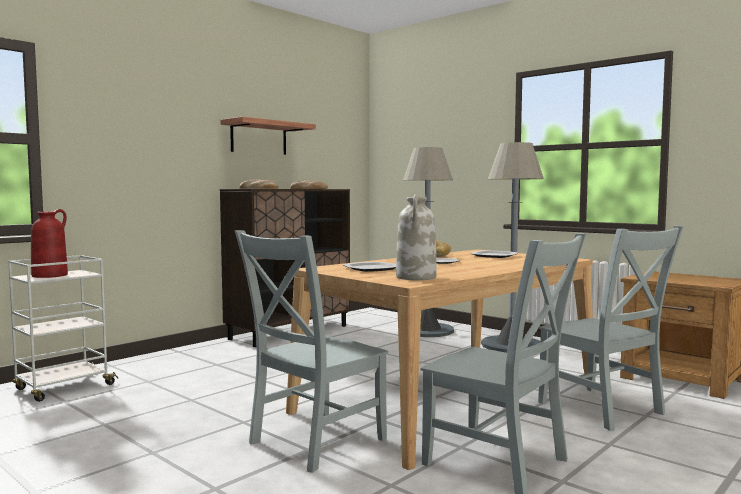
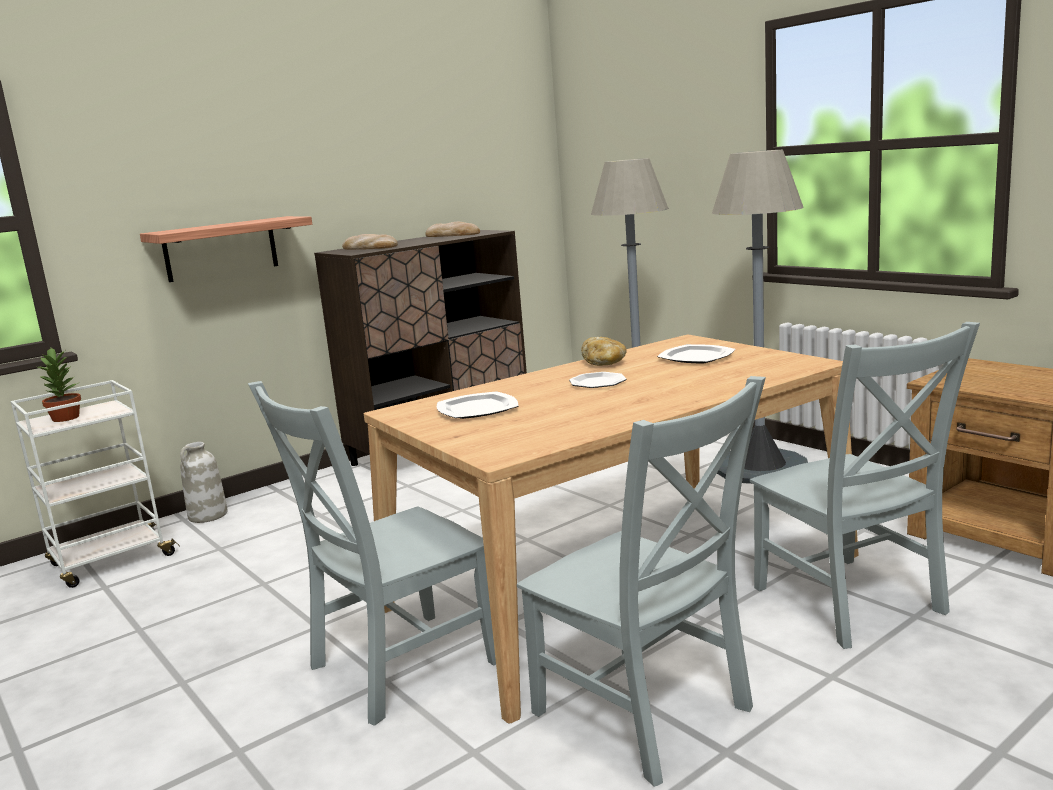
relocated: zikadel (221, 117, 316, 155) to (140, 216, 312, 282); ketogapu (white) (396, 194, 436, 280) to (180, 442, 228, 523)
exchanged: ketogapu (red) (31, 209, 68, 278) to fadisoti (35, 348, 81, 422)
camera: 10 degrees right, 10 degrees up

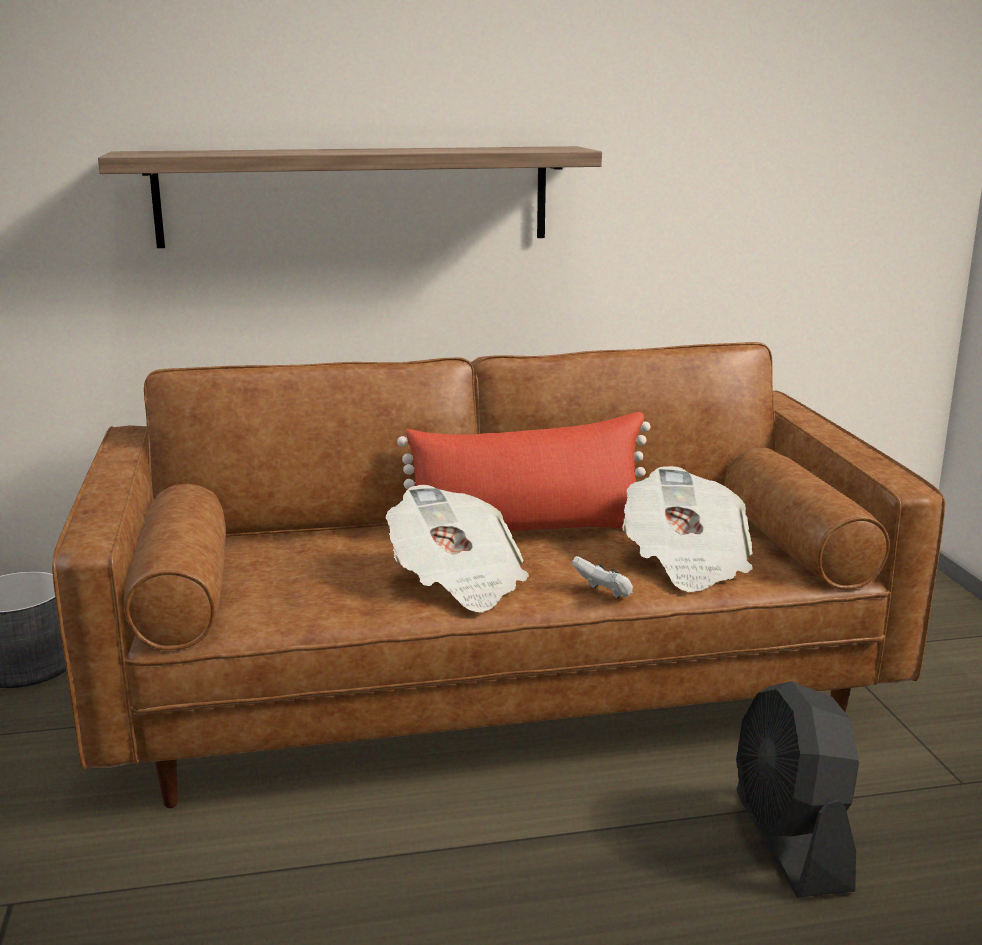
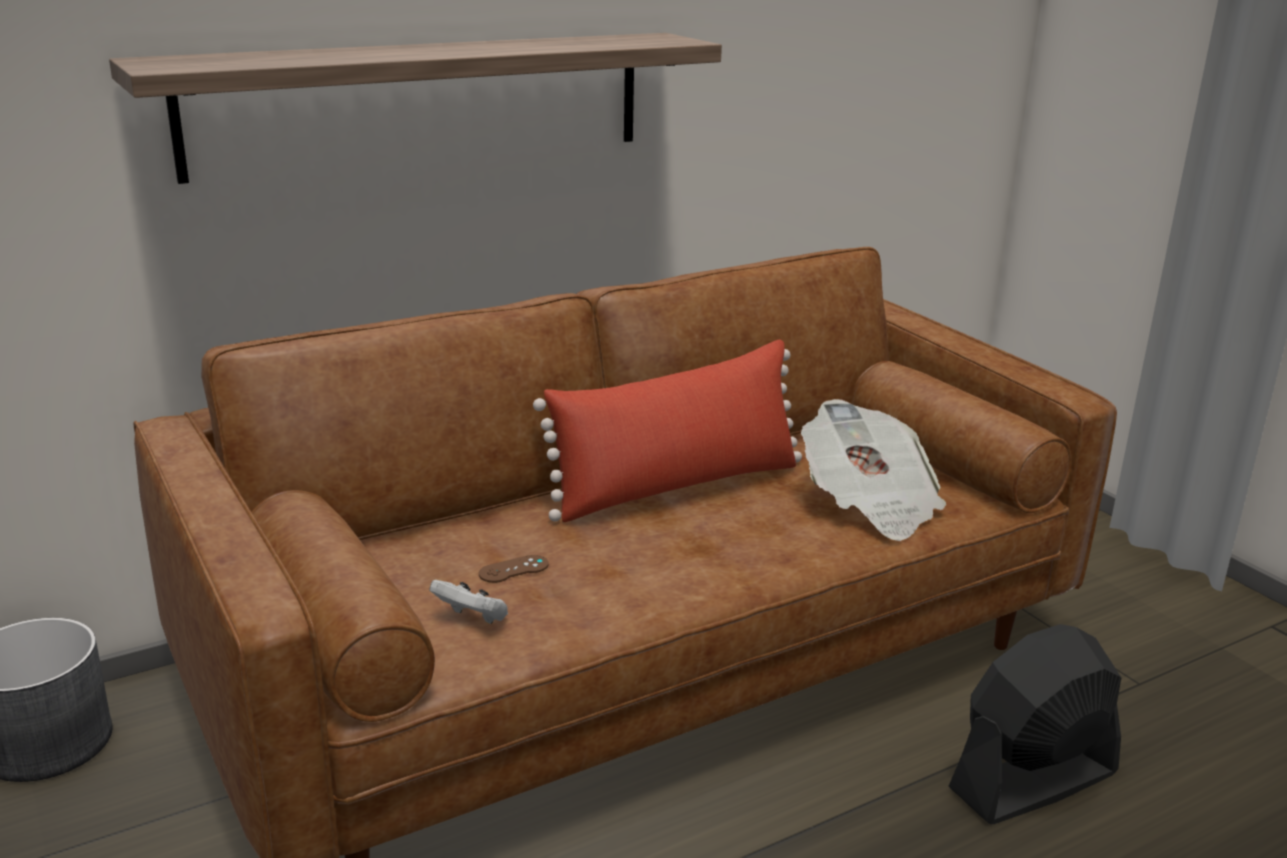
missing: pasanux (386, 485, 529, 613)
appeared: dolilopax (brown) (479, 555, 549, 583)
relocated: dolilopax (white) (572, 556, 633, 598) to (429, 580, 508, 624)
spun: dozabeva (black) (736, 681, 859, 897) = (948, 624, 1121, 824) 90 degrees clockwise
camera: 20 degrees left, 5 degrees up

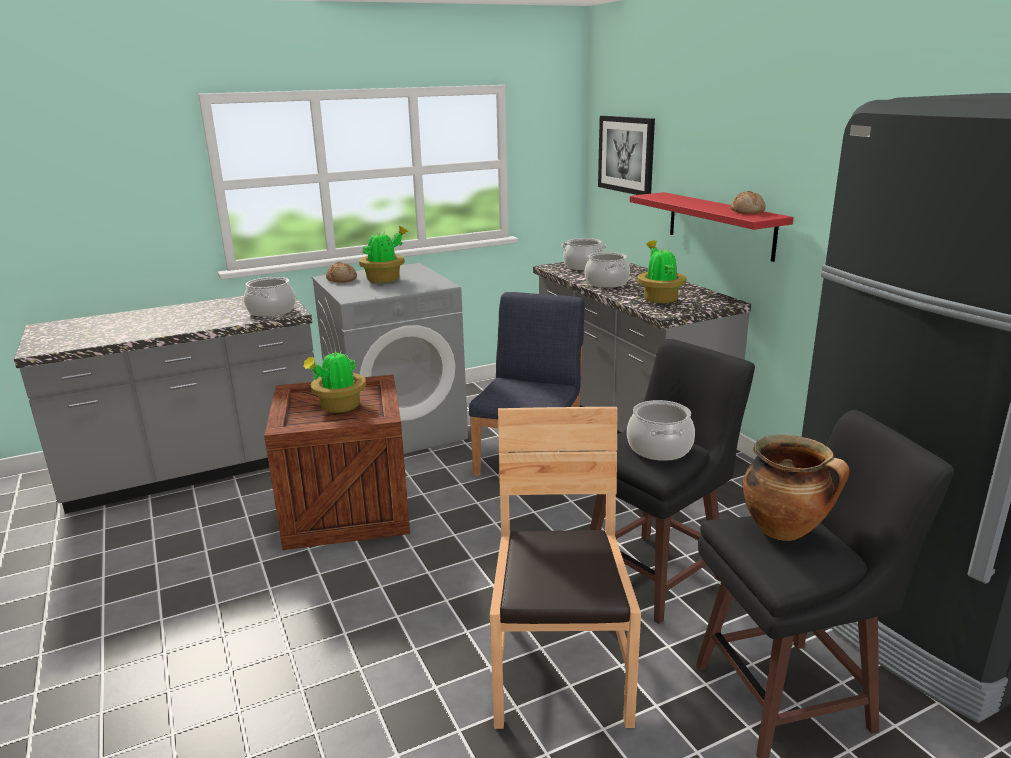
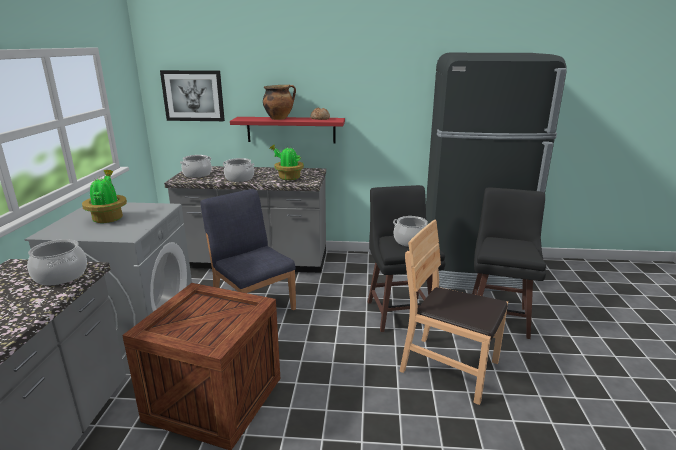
missing: fadisoti (303, 350, 366, 413); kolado (326, 262, 357, 283)
relocated: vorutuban (742, 435, 849, 541) to (263, 85, 296, 120)
camera: 60 degrees left, 0 degrees up

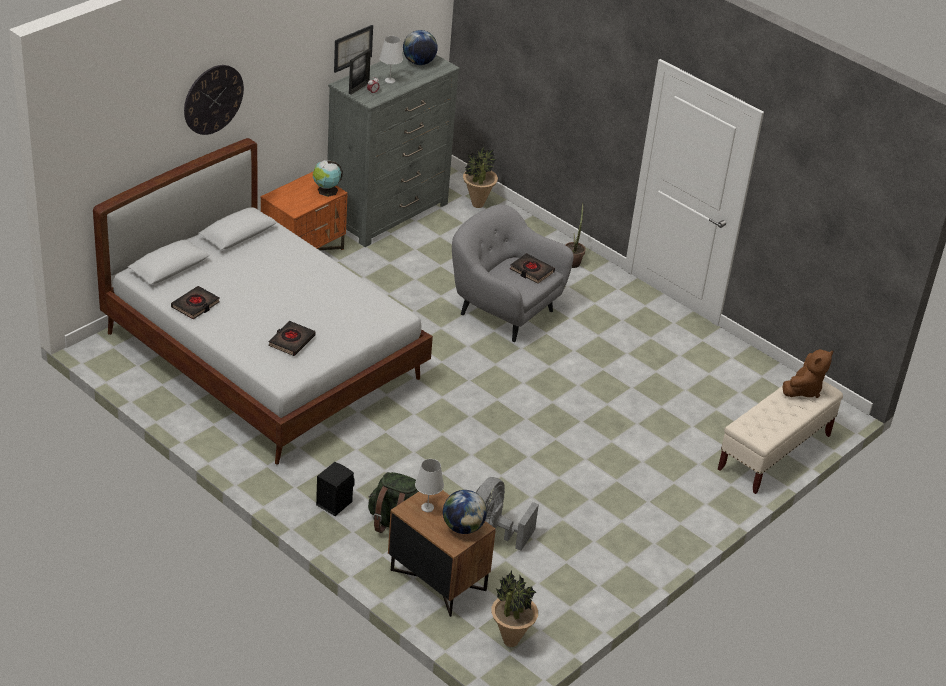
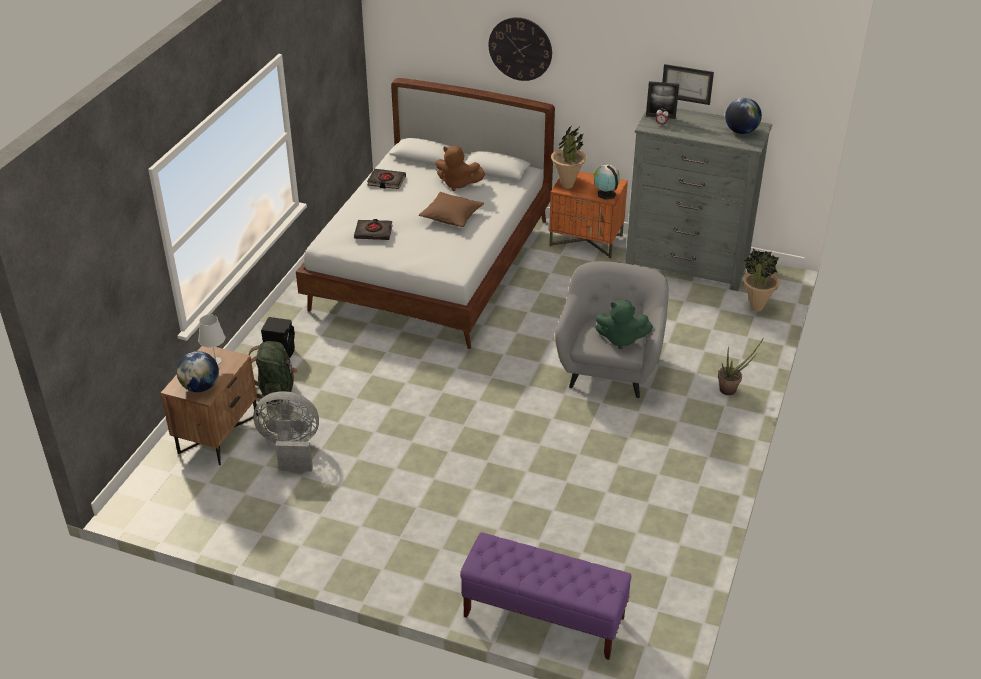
missing: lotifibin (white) (380, 36, 403, 84)
appeared: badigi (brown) (419, 192, 484, 227)
relocated: fadisoti (491, 570, 538, 647) to (551, 127, 586, 189); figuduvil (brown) (782, 349, 833, 398) to (435, 146, 485, 191)
exchanged: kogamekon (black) (510, 253, 555, 284) to figuduvil (green) (595, 300, 653, 349)
colour: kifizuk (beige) (718, 381, 843, 494) to kifizuk (purple) (460, 532, 631, 660)
camera: 70 degrees right, 0 degrees up

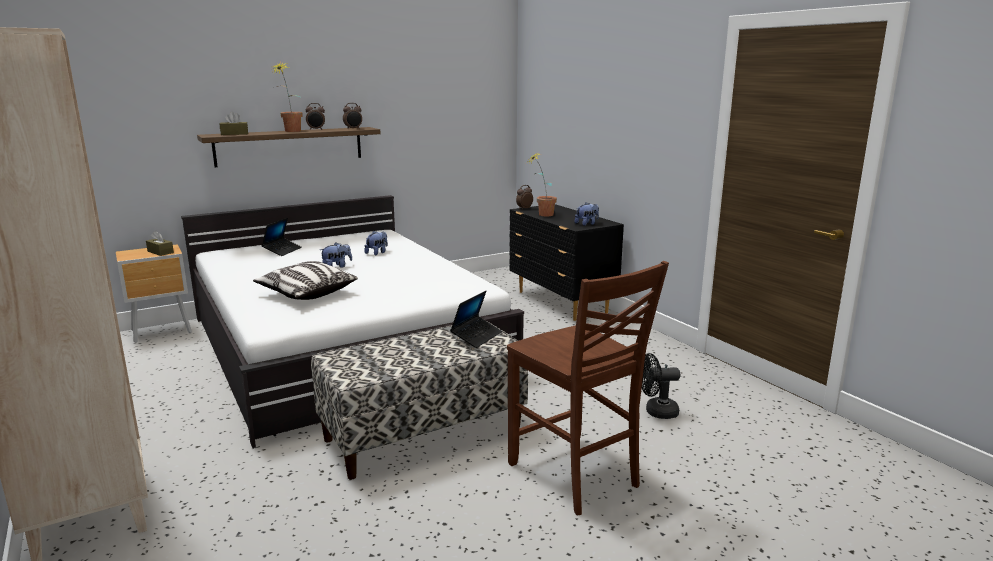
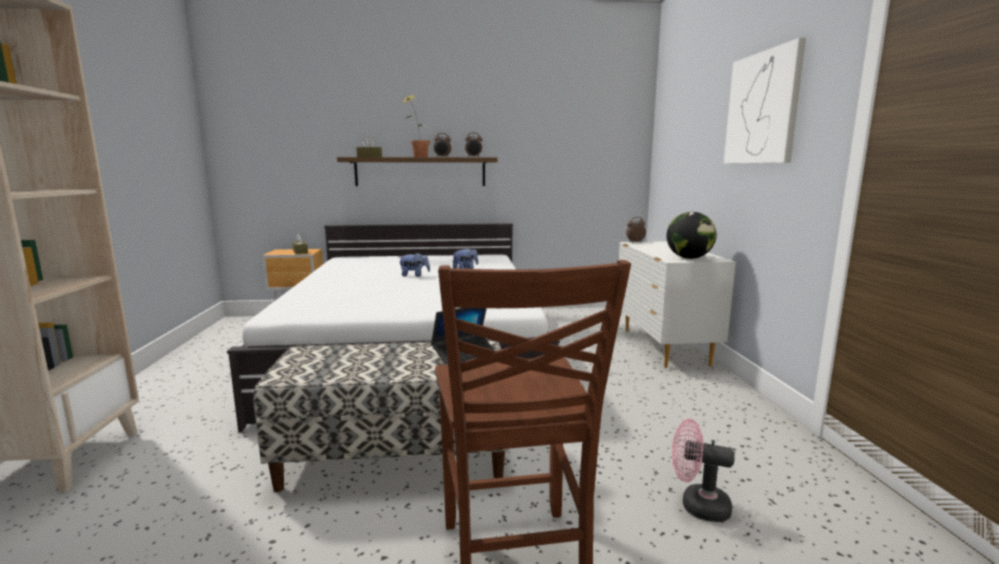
missing: badigi (253, 261, 358, 300); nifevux (262, 218, 302, 256); fadisoti (528, 151, 557, 216)
appeared: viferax (724, 38, 806, 164)
exchanged: figuduvil (575, 202, 599, 226) to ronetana (667, 212, 717, 259)
colour: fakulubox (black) (509, 204, 624, 321) to fakulubox (white) (619, 241, 736, 368); dozabeva (black) (642, 353, 680, 419) to dozabeva (pink) (672, 419, 735, 522)
camera: 25 degrees right, 5 degrees down

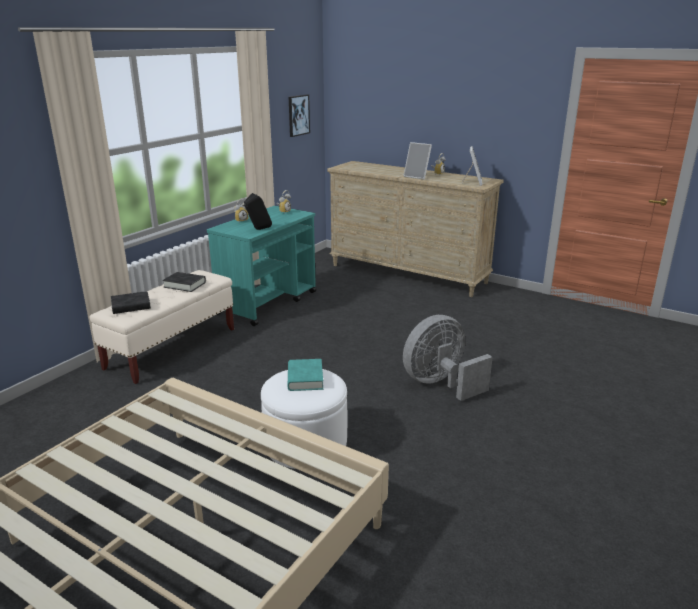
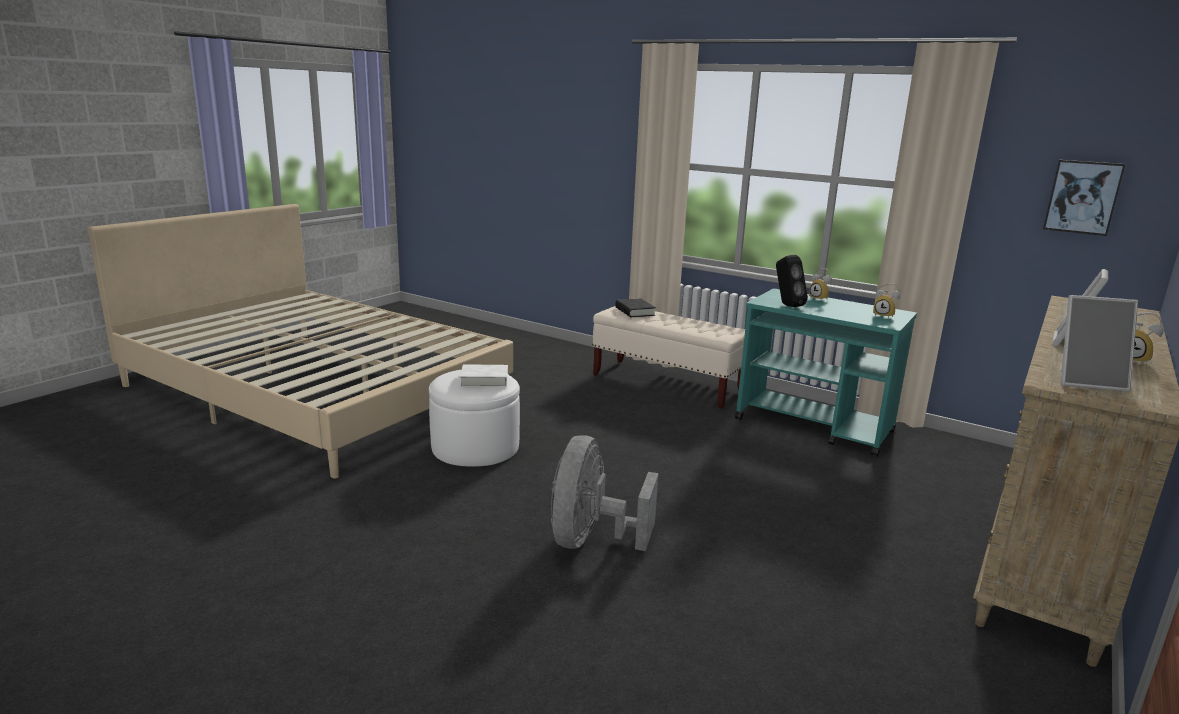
missing: kogamekon (black) (163, 272, 206, 292)
colour: kogamekon (turquoise) (288, 359, 323, 391) to kogamekon (white) (460, 364, 508, 387)
spun: dozabeva (grey) (403, 315, 493, 401) = (551, 435, 659, 551) 135 degrees counterclockwise
camera: 90 degrees right, 5 degrees down

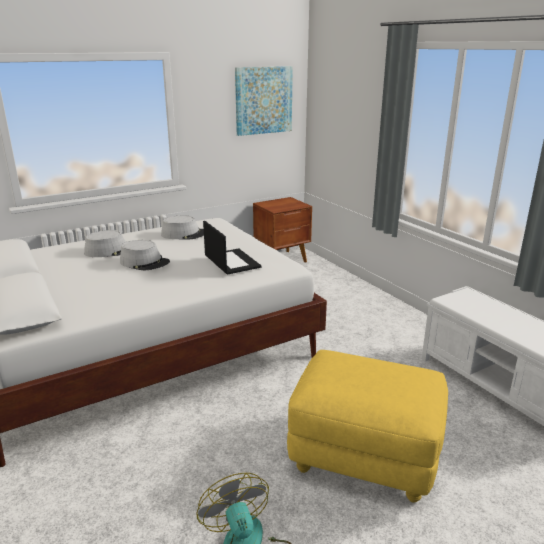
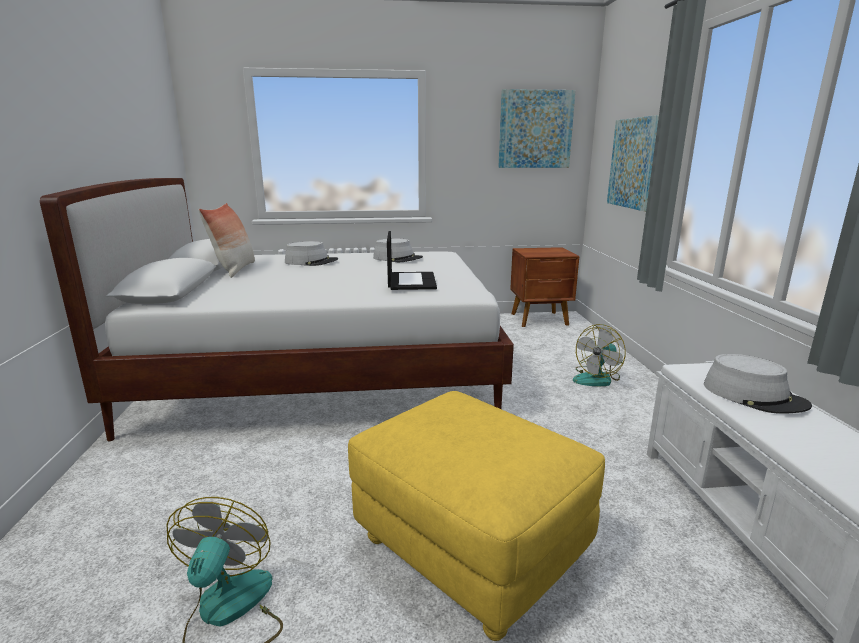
appeared: badigi (199, 203, 255, 278); dozabeva (573, 324, 626, 386); viferax (607, 115, 659, 212)
relocated: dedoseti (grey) (120, 240, 170, 271) to (704, 354, 812, 414)
camera: 25 degrees right, 5 degrees down

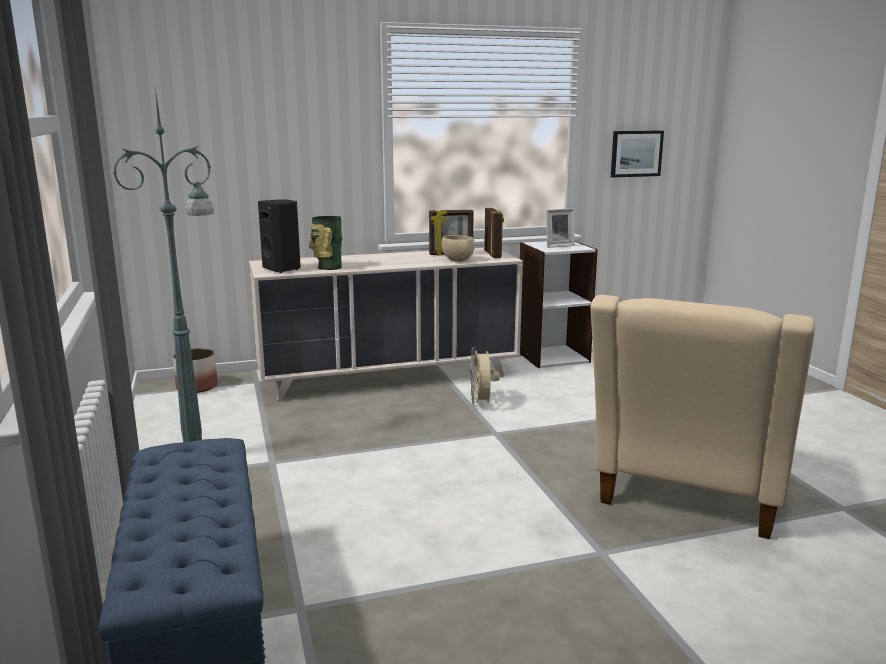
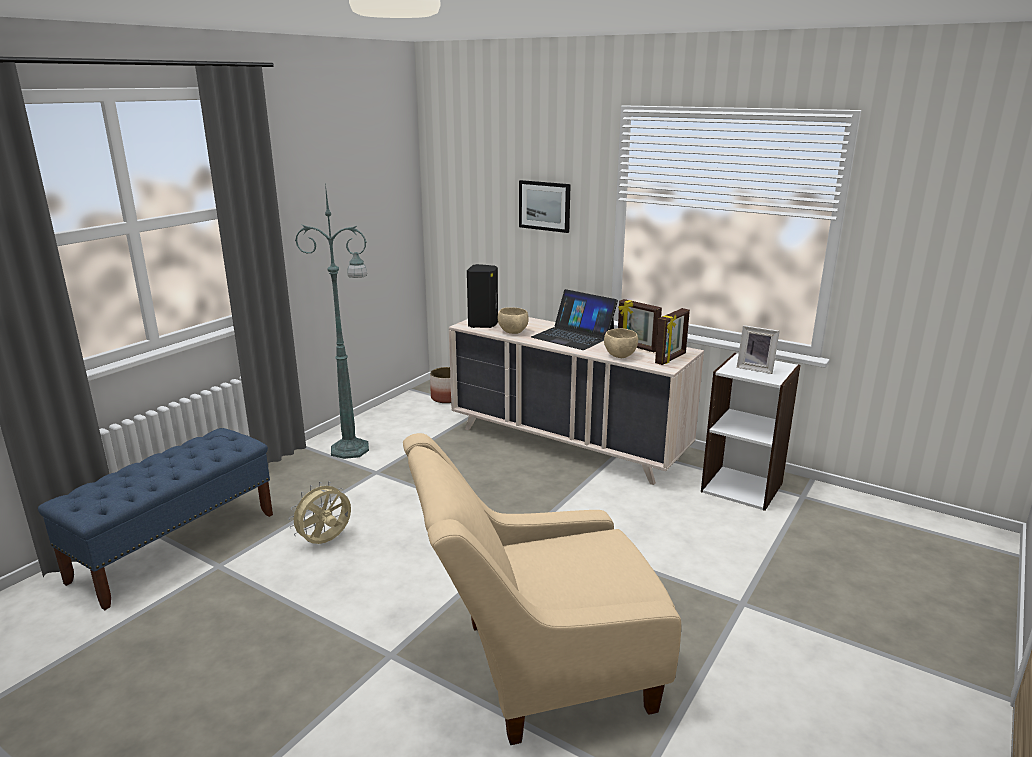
appeared: nifevux (531, 289, 618, 350)
relocated: dozabeva (beige) (470, 347, 500, 407) to (288, 481, 351, 544); viferax (611, 131, 664, 178) to (519, 180, 571, 233)
exchanged: ketogapu (309, 216, 342, 270) to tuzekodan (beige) (498, 307, 529, 334)
camera: 50 degrees right, 5 degrees up

